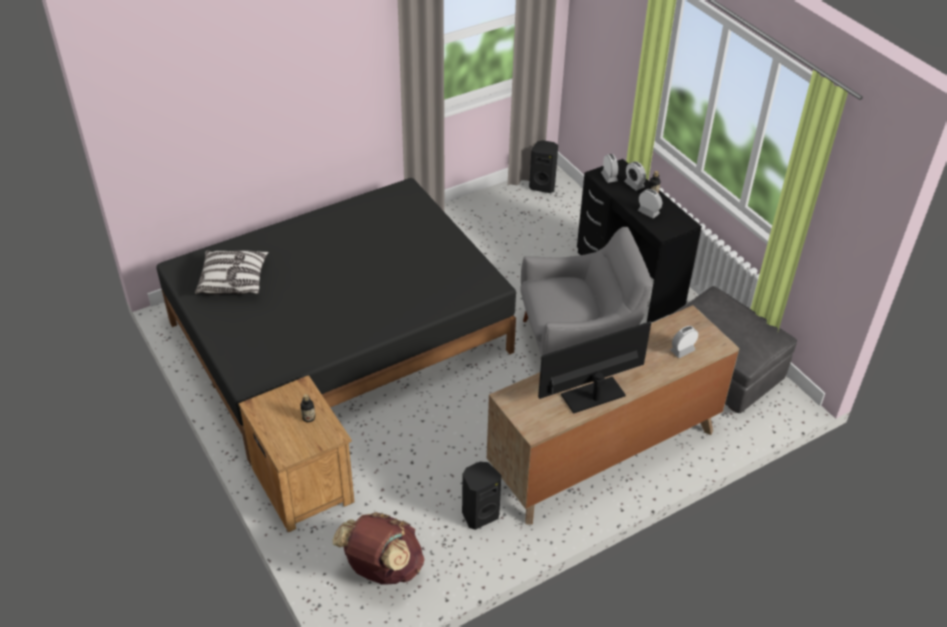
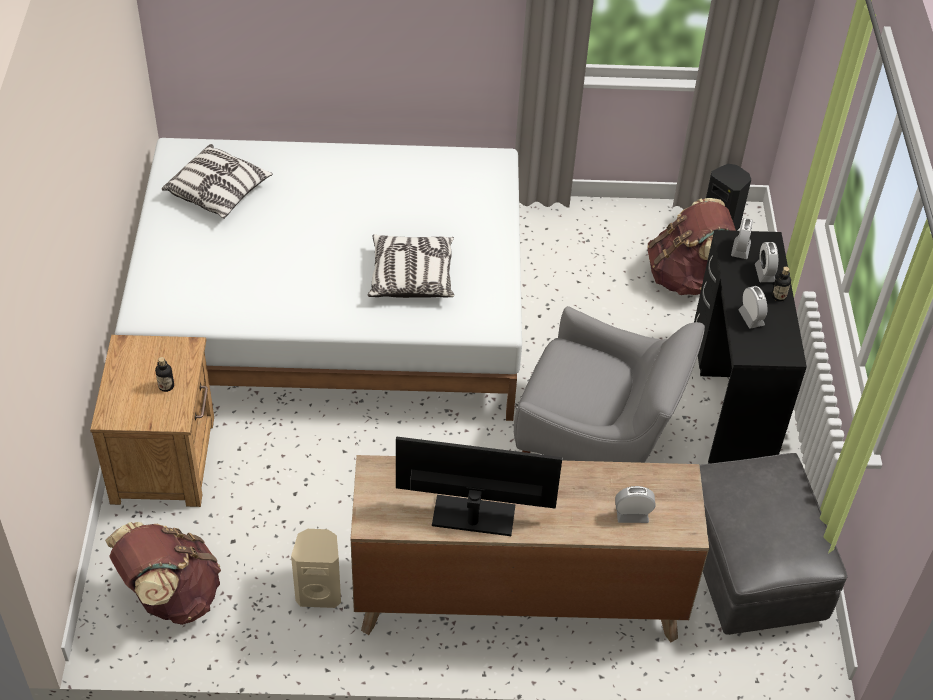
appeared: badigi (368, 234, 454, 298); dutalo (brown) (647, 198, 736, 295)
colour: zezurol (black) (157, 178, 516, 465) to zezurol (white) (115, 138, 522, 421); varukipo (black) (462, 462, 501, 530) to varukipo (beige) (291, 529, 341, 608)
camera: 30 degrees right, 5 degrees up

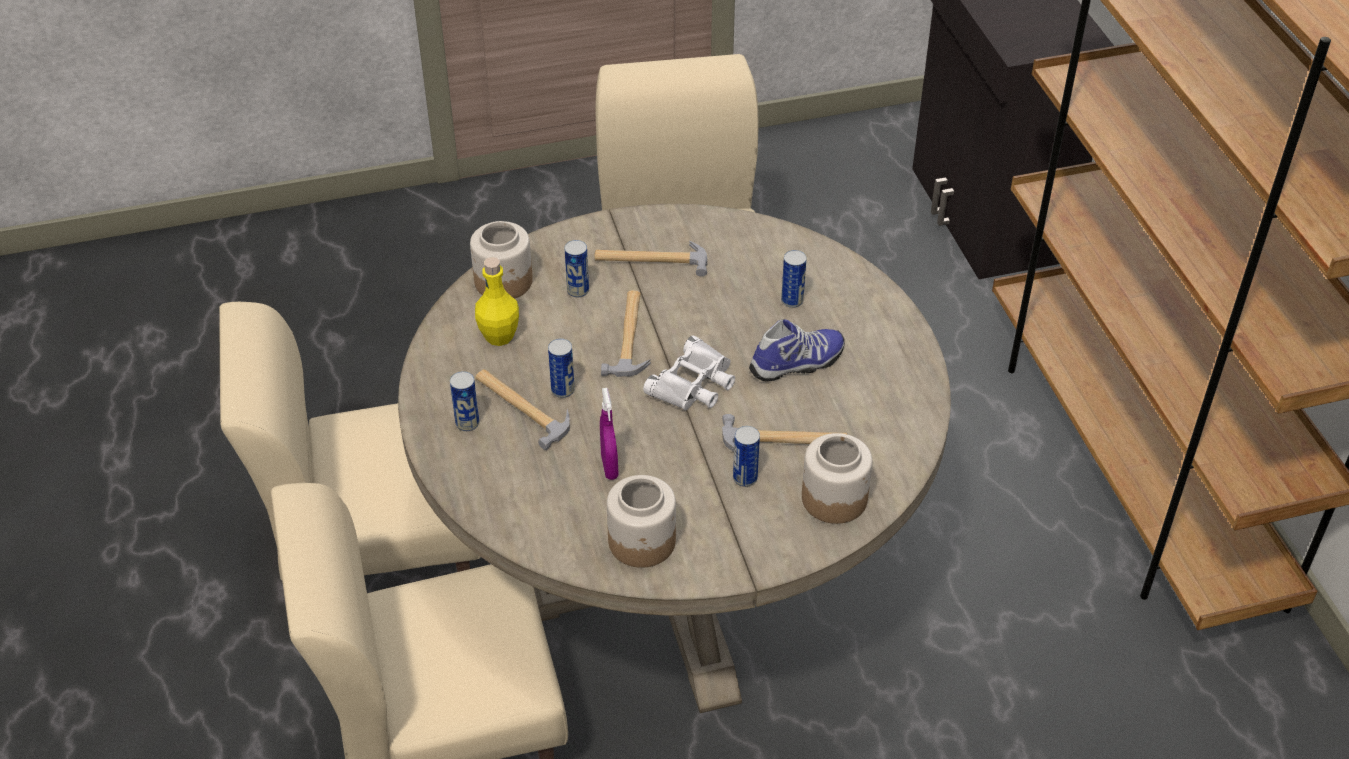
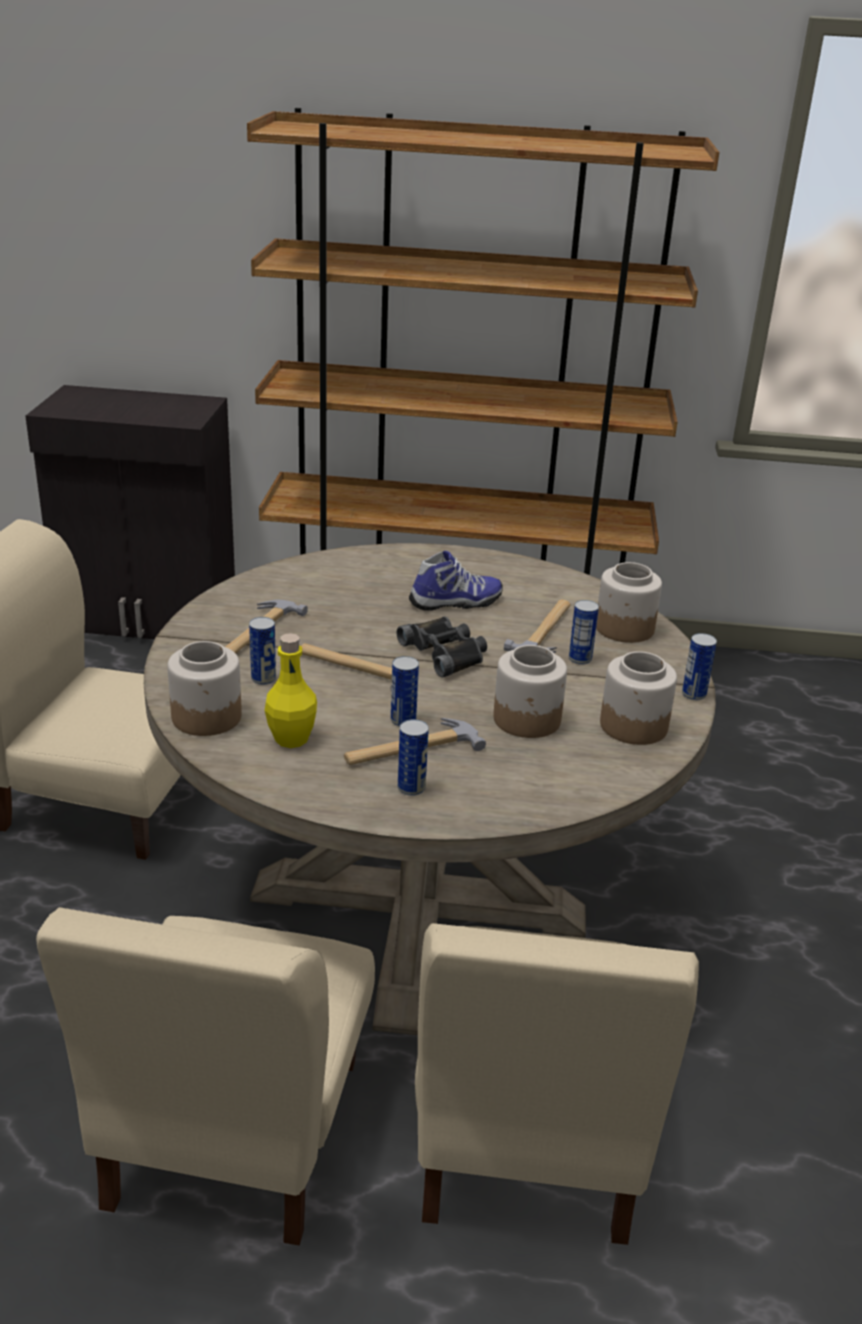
relocated: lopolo (781, 250, 807, 308) to (682, 633, 717, 700)
exchanged: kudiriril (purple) (600, 388, 618, 480) to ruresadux (493, 645, 567, 738)
colour: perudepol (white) (643, 336, 735, 410) to perudepol (black) (397, 616, 487, 677)
spun: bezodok (749, 319, 845, 382) = (409, 551, 503, 611) 75 degrees clockwise
camera: 70 degrees left, 15 degrees down

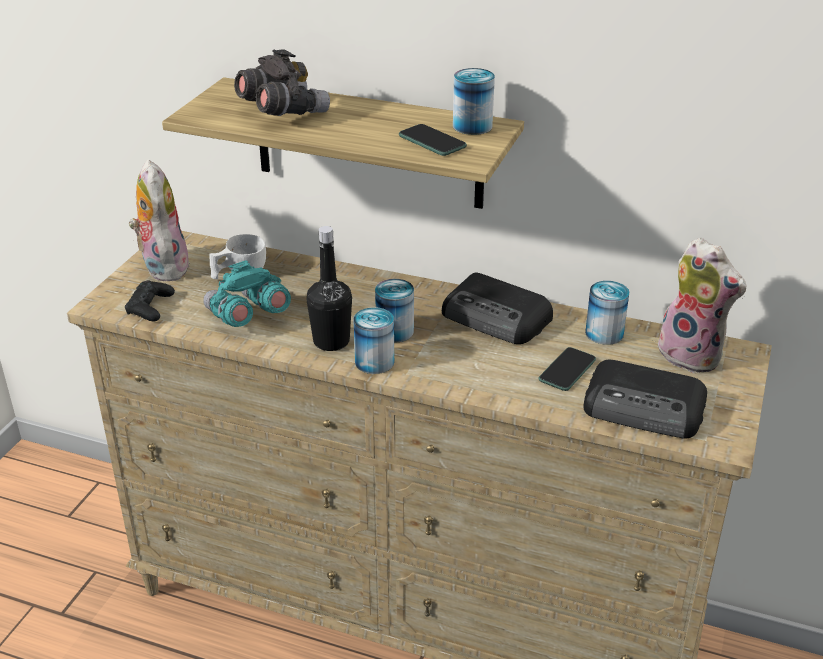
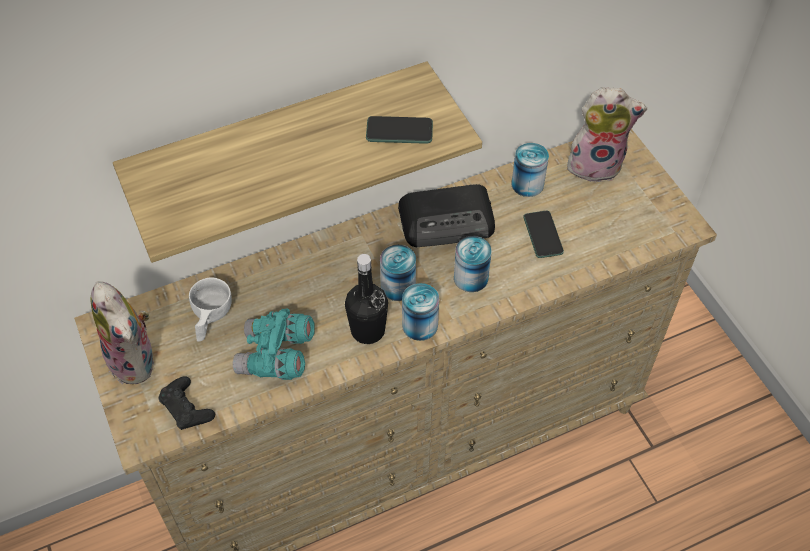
missing: perudepol (grey) (234, 49, 330, 116); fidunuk (583, 360, 707, 439)
relocated: lopolo (453, 68, 495, 135) to (454, 236, 492, 292)
spun: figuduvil (128, 160, 190, 281) = (90, 281, 154, 384) 150 degrees counterclockwise
camera: 45 degrees left, 20 degrees up

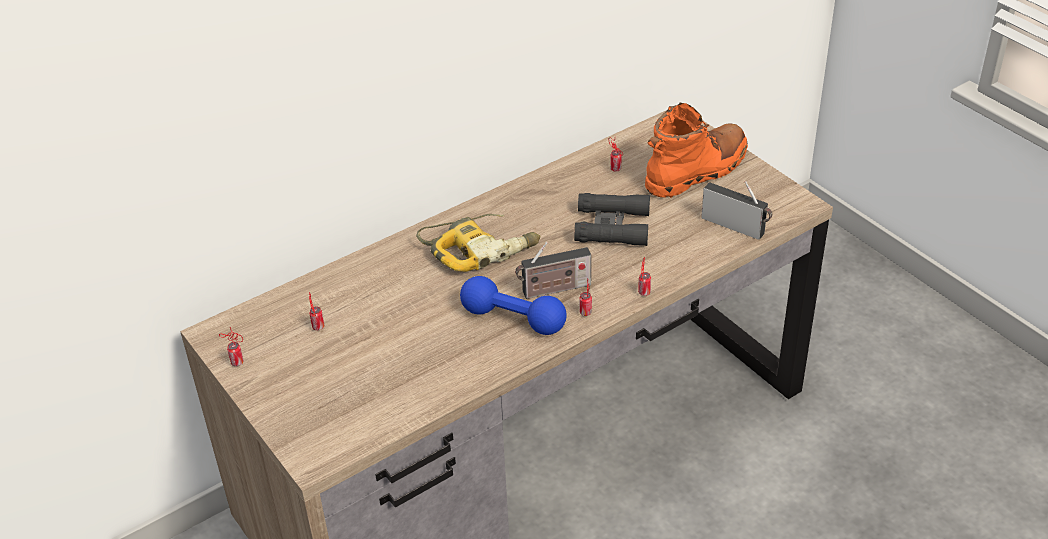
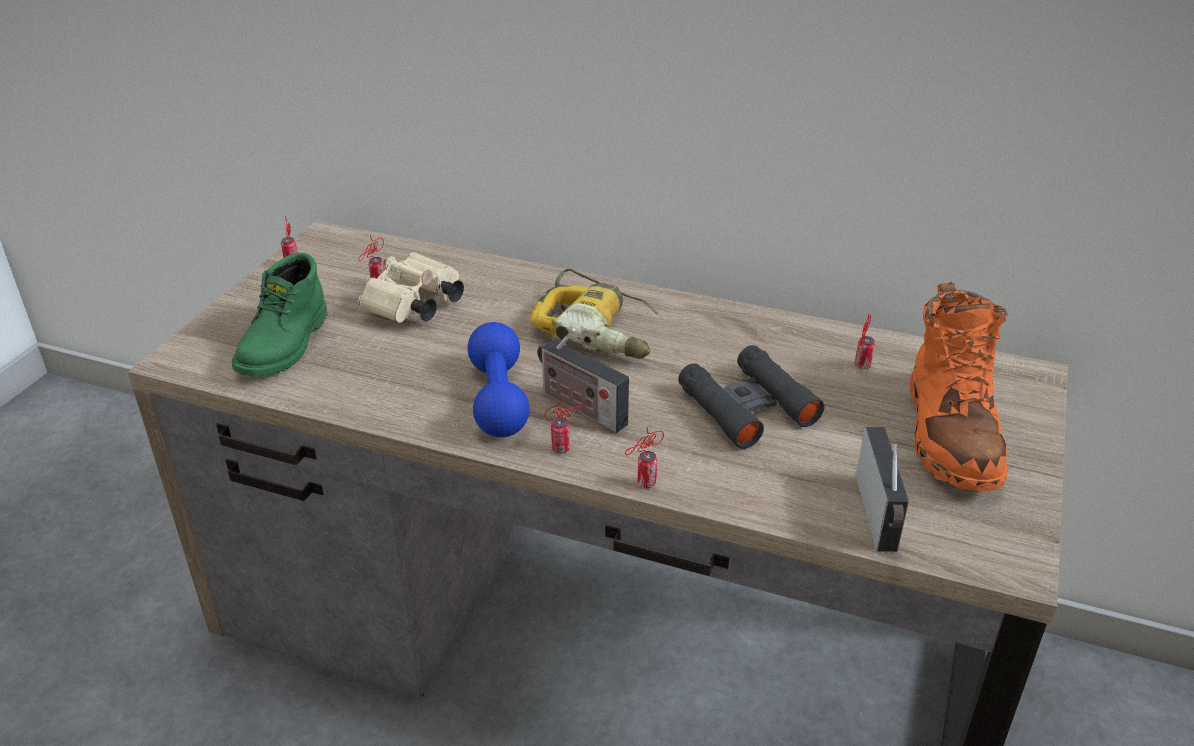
appeared: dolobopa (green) (232, 253, 327, 377); perudepol (beige) (358, 252, 464, 323)
spun: dolobopa (orange) (645, 103, 748, 198) = (910, 282, 1008, 491) 75 degrees clockwise
camera: 55 degrees right, 5 degrees down

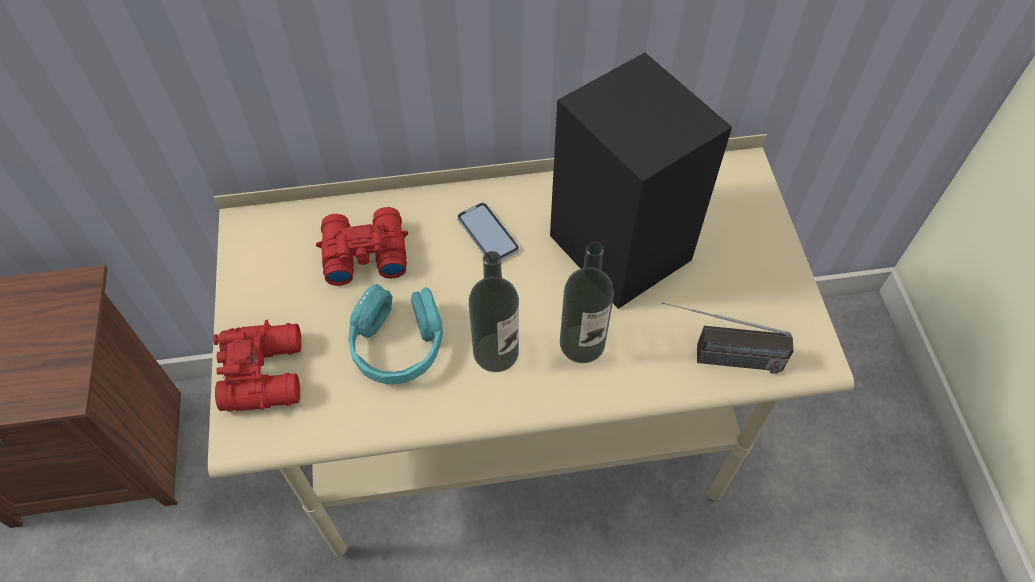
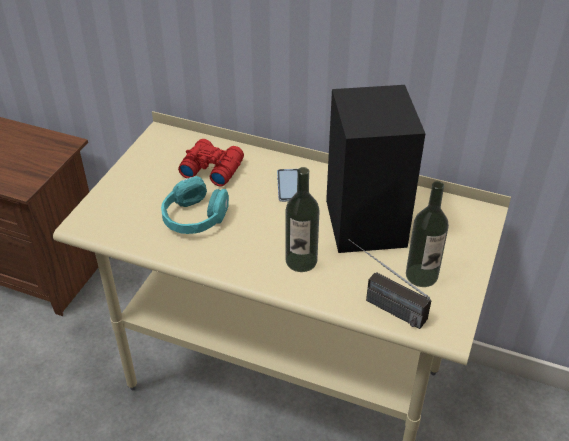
missing: perudepol (red) (213, 320, 302, 412)
relocated: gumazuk (469, 251, 519, 372) to (406, 181, 449, 287)
camera: 30 degrees right, 15 degrees down

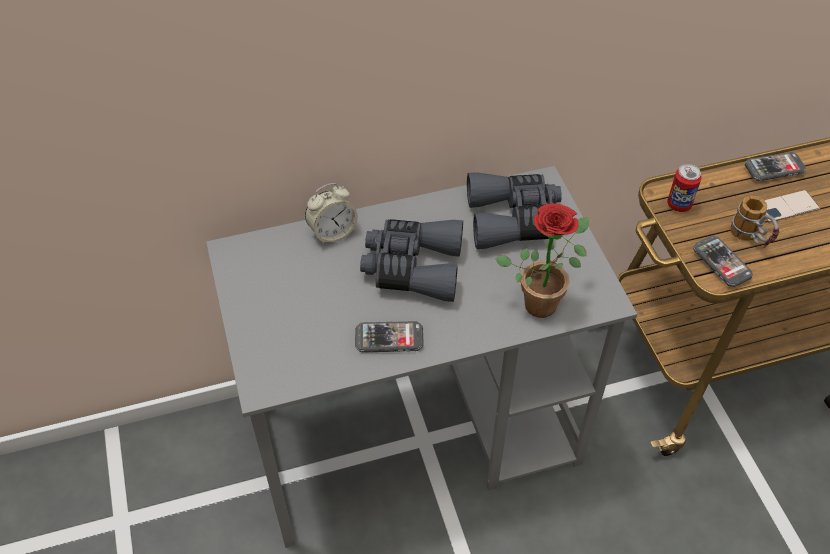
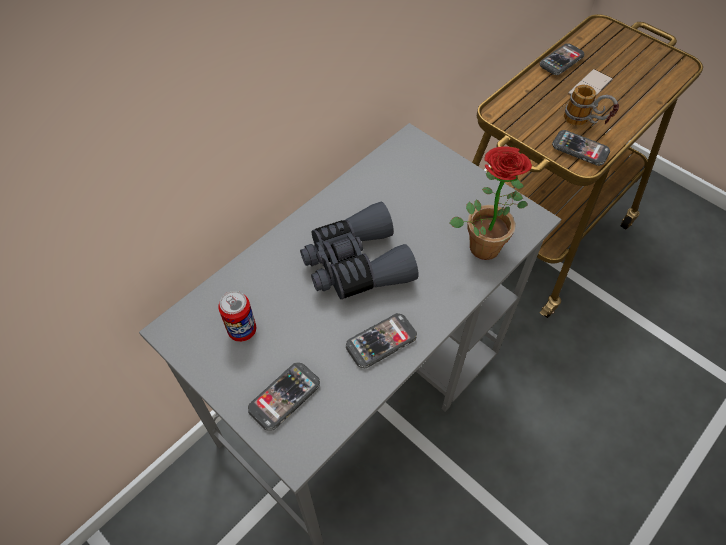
missing: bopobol (305, 183, 358, 245); perudepol (grey) (467, 172, 562, 249)
appeared: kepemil (248, 363, 320, 430)
relocated: lopolo (667, 164, 702, 212) to (218, 291, 256, 342)
camera: 30 degrees left, 5 degrees up

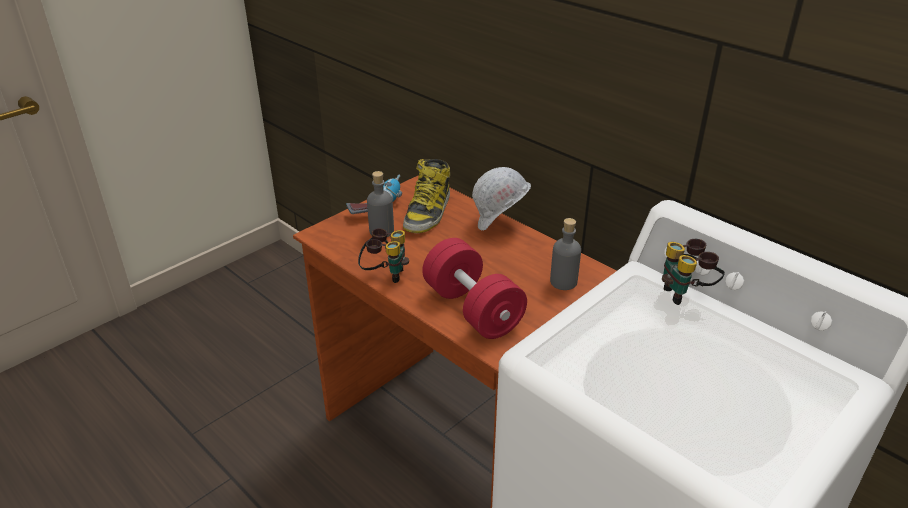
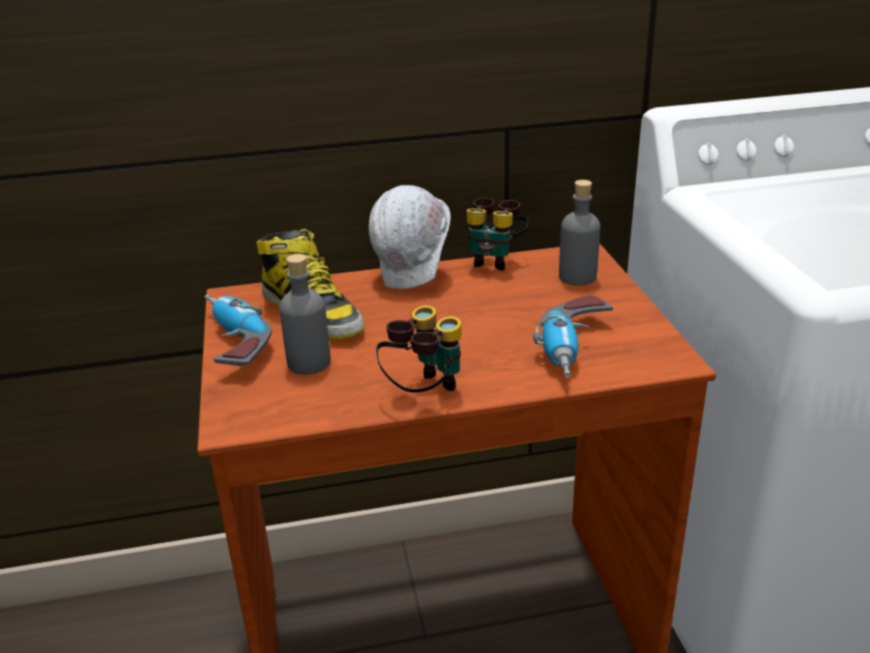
relocated: perudepol (662, 239, 725, 305) to (466, 197, 528, 271)
exchanged: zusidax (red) (422, 238, 527, 339) to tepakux (533, 295, 613, 378)
camera: 55 degrees left, 5 degrees down

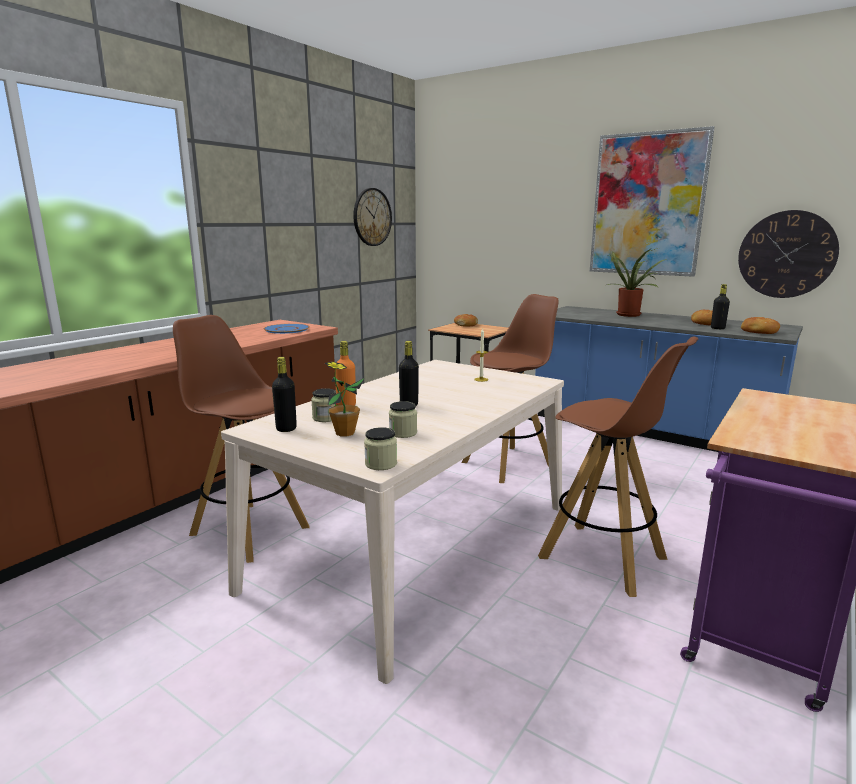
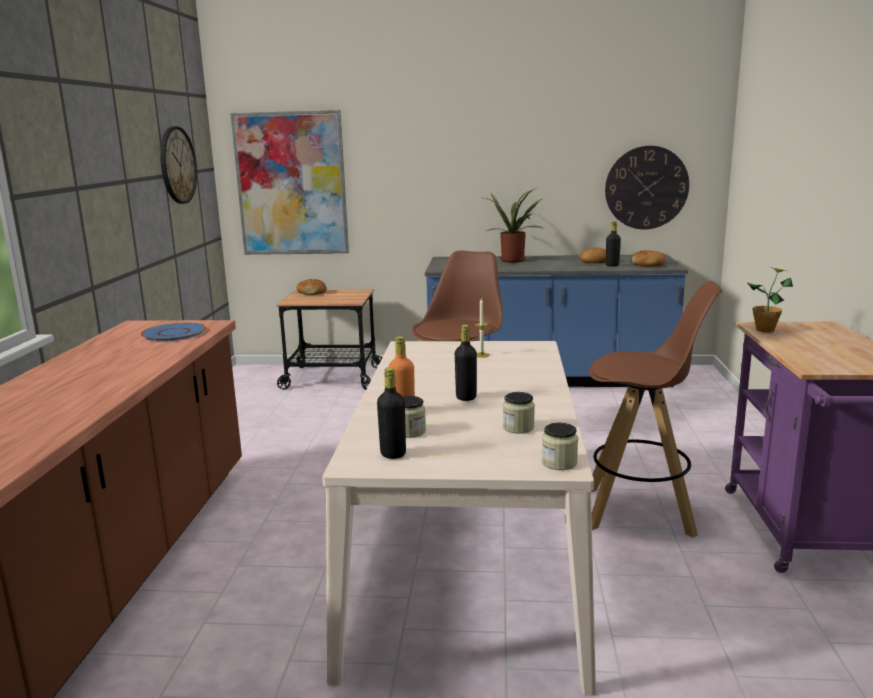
missing: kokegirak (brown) (173, 315, 310, 563)
relocated: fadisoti (325, 362, 364, 437) to (748, 267, 793, 332); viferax (590, 126, 714, 277) to (230, 110, 349, 255)
camera: 30 degrees left, 0 degrees up

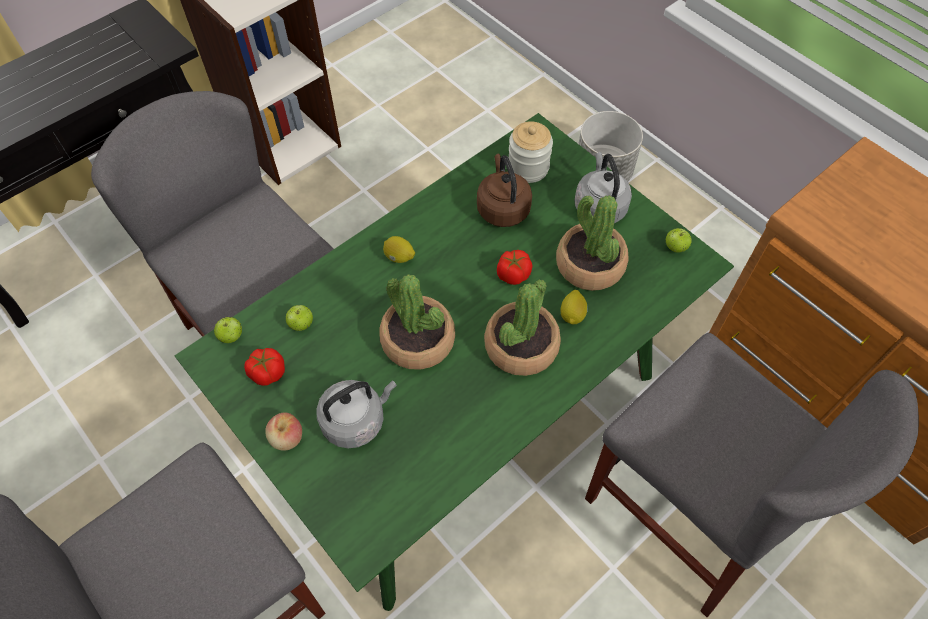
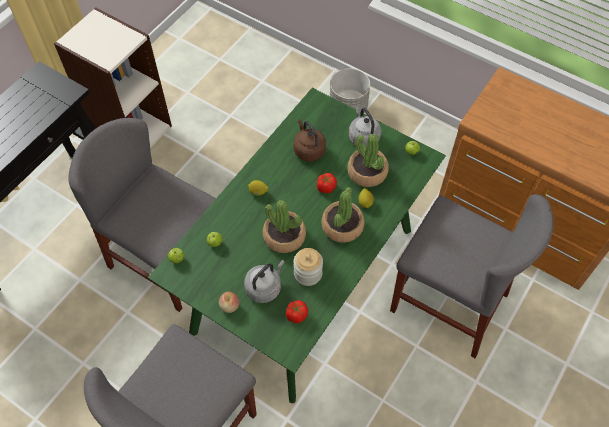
relocated: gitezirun (244, 348, 285, 386) to (286, 300, 308, 323); ruresadux (509, 121, 553, 183) to (293, 248, 323, 286)
camera: 15 degrees left, 0 degrees up

